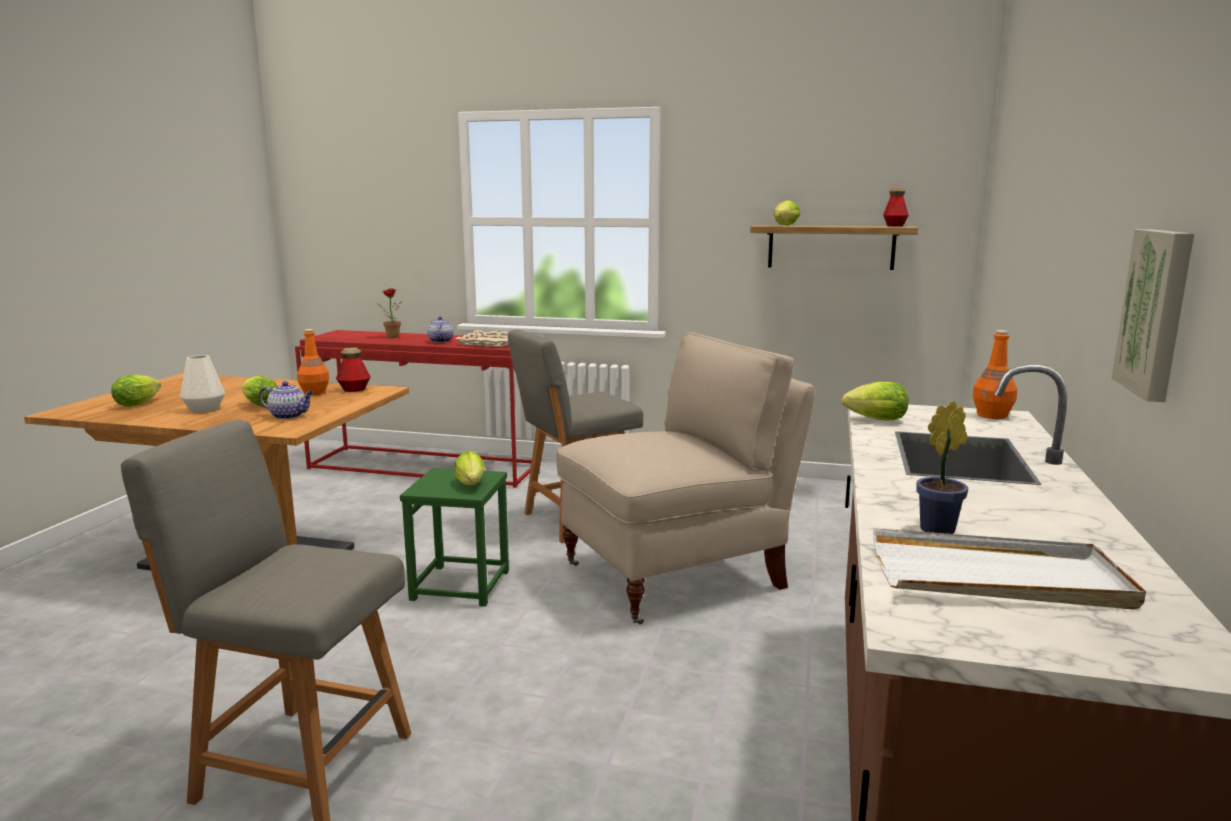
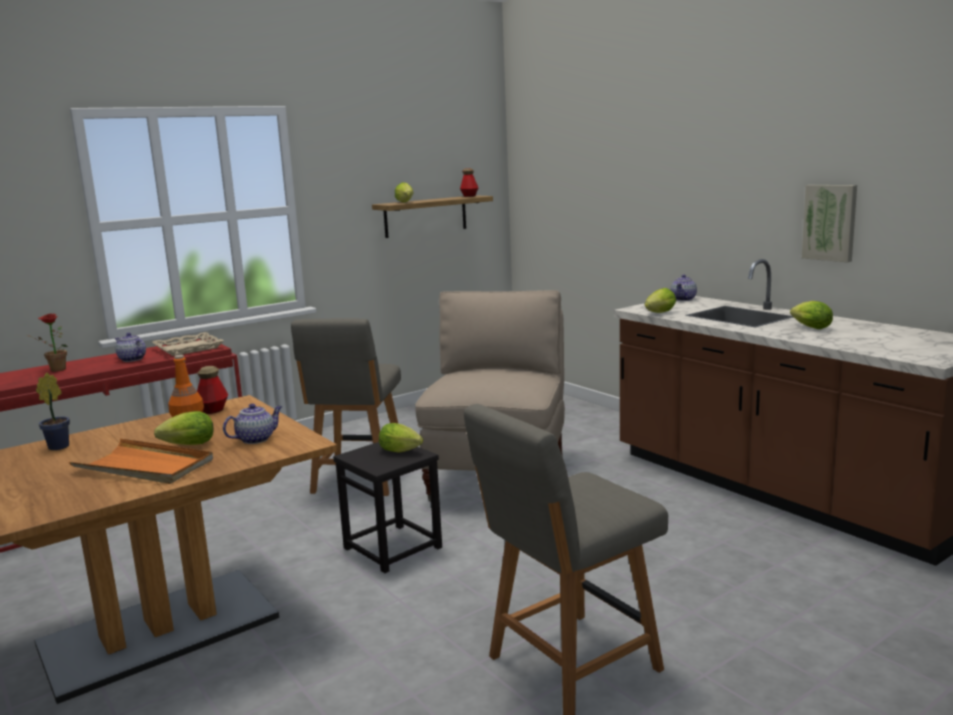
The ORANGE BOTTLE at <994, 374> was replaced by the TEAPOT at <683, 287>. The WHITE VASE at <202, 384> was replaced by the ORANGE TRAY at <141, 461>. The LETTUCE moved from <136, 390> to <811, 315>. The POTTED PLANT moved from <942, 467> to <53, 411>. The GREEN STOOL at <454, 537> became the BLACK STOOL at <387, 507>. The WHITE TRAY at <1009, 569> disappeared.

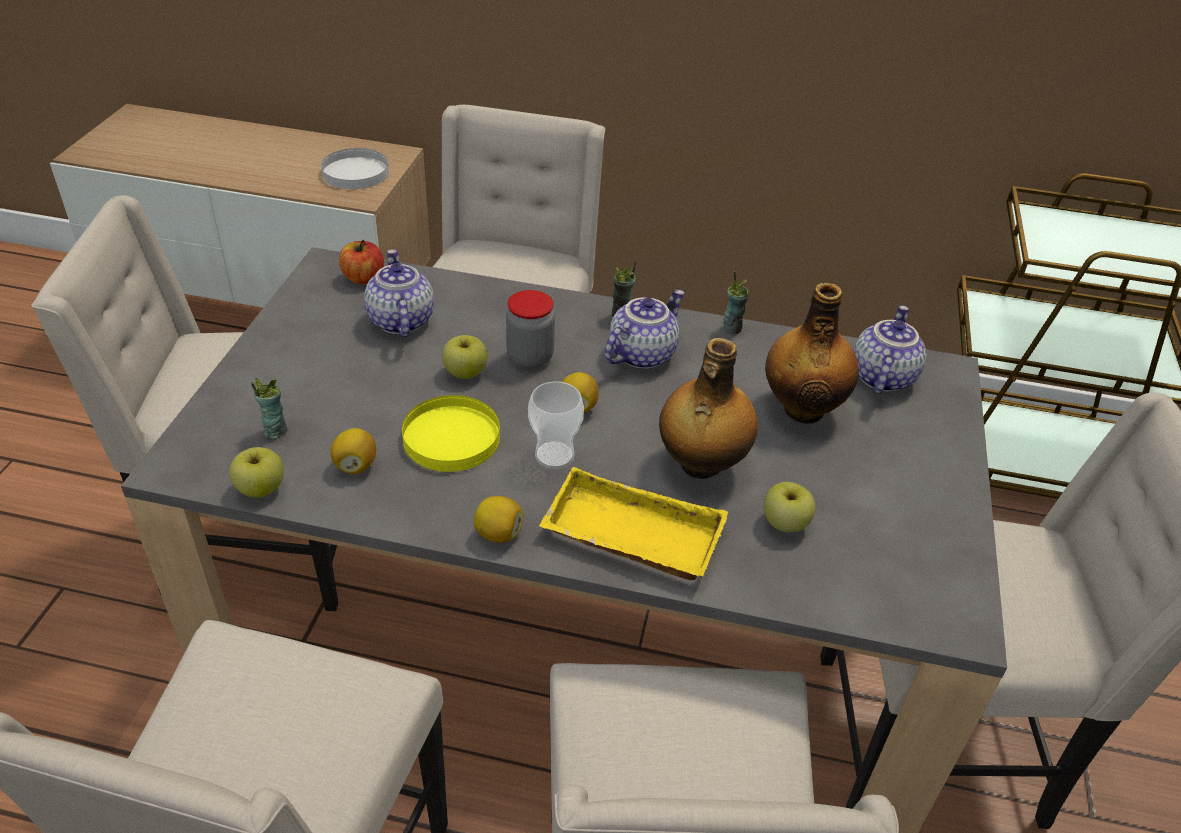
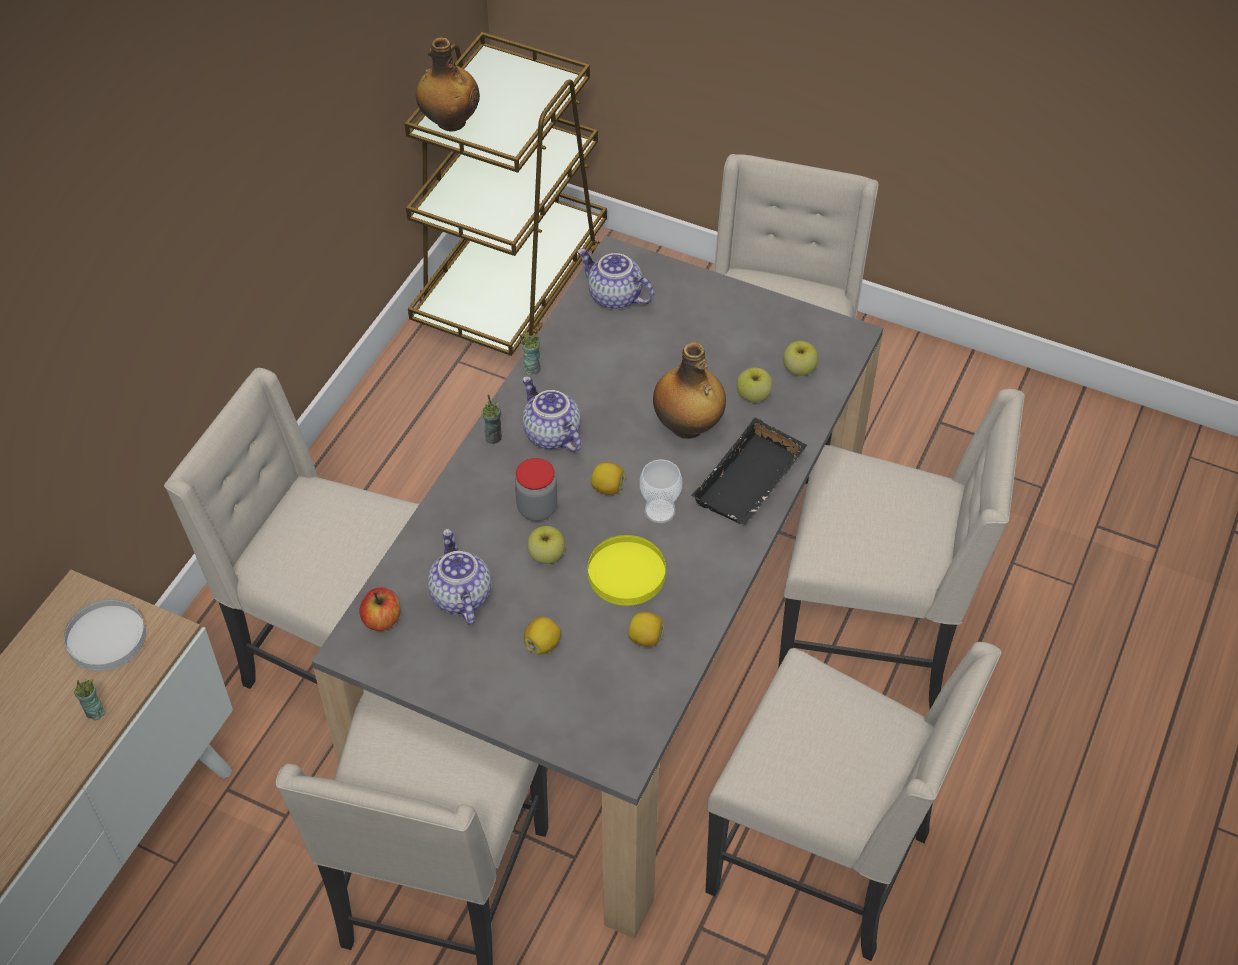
The TEAPOT at <399, 293> turned 75 degrees clockwise. The BOTTLE moved from <812, 353> to <448, 84>. The CUP moved from <269, 408> to <89, 699>. The APPLE moved from <256, 472> to <800, 358>. The YELLOW TRAY at <633, 523> became the BLACK TRAY at <749, 471>. The LEMON moved from <499, 519> to <542, 636>.

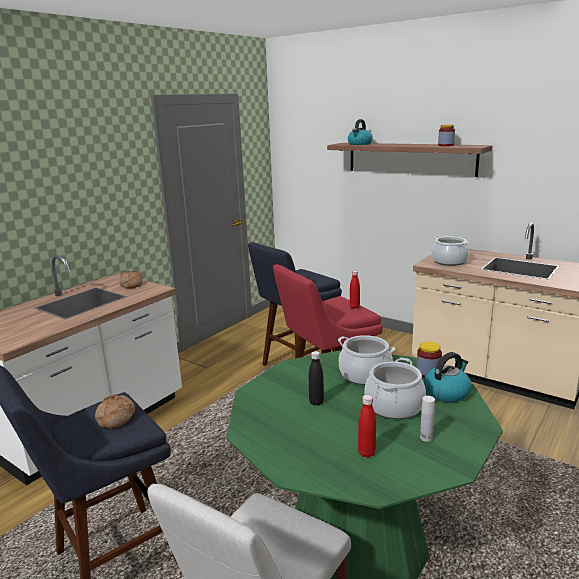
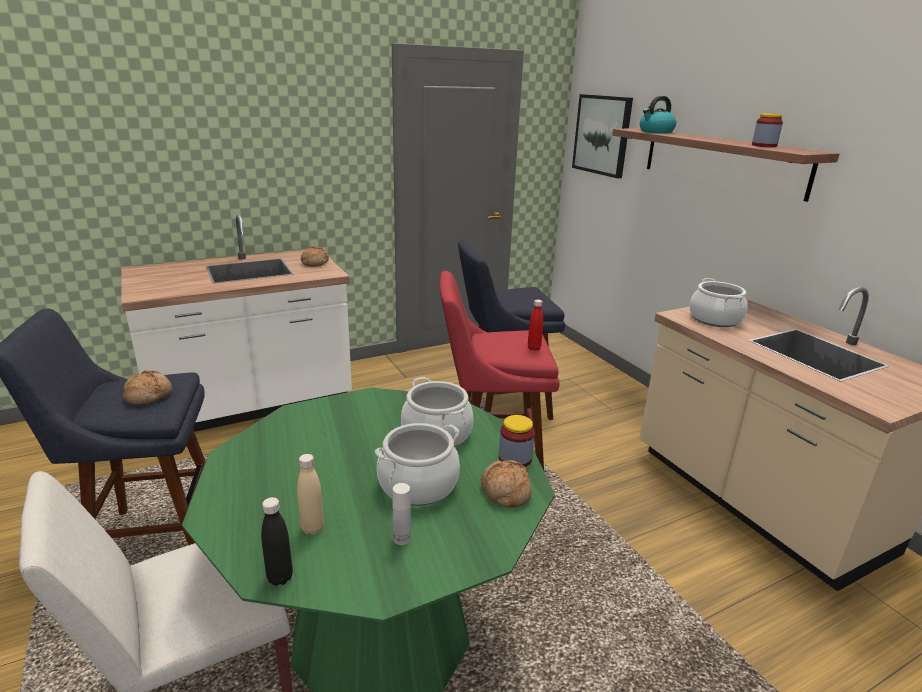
The BLACK BOTTLE moved from <316, 378> to <277, 541>. The KETTLE at <448, 377> was replaced by the BREAD at <506, 484>. The RED BOTTLE at <367, 426> became the BEIGE BOTTLE at <310, 494>. The PICTURE at <602, 136> appeared.

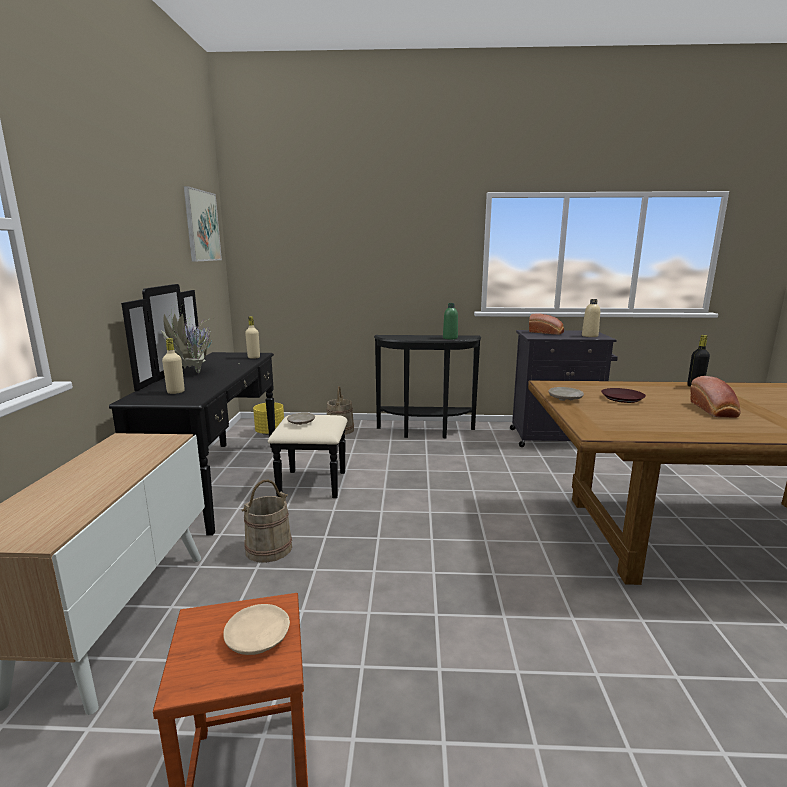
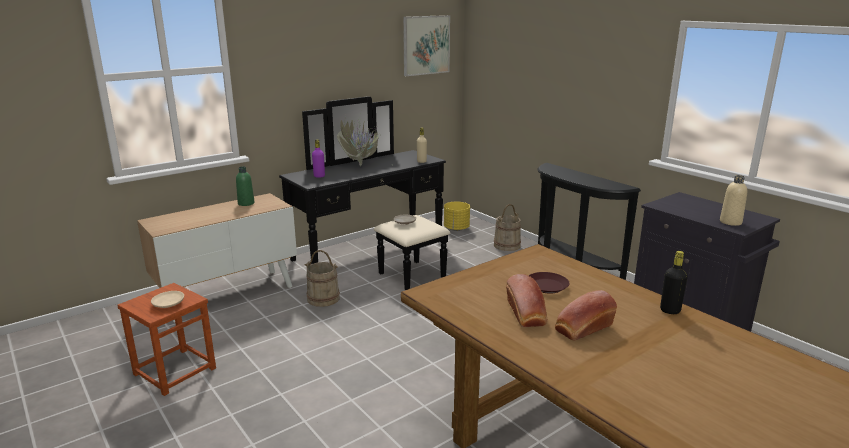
The GREEN BOTTLE moved from <450, 321> to <245, 186>. The BREAD moved from <546, 324> to <526, 300>. The BEIGE BOTTLE at <173, 366> became the PURPLE BOTTLE at <318, 158>. The BEIGE PLATE at <566, 394> disappeared.

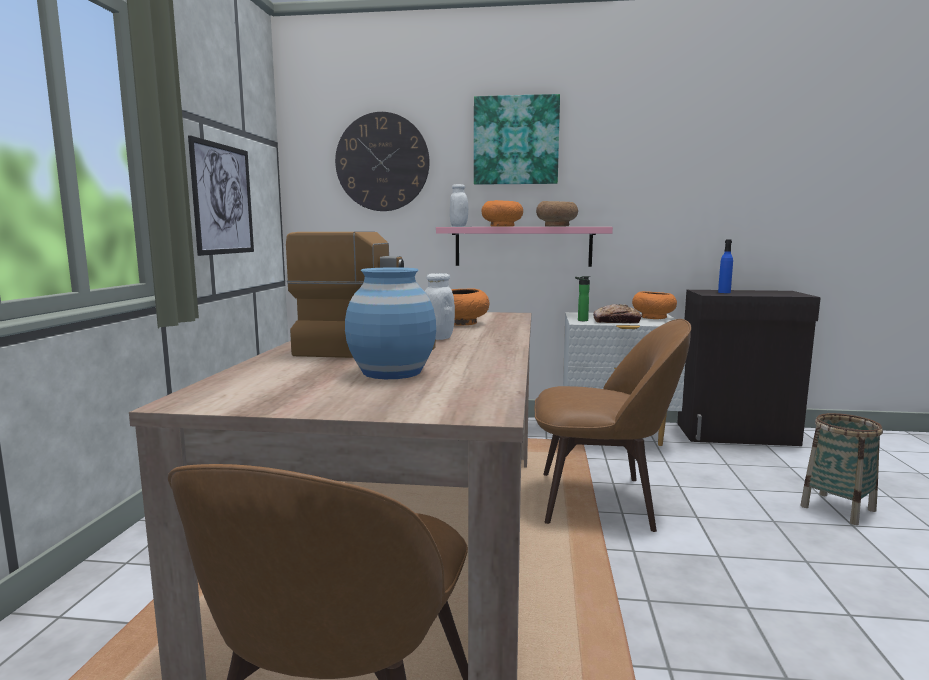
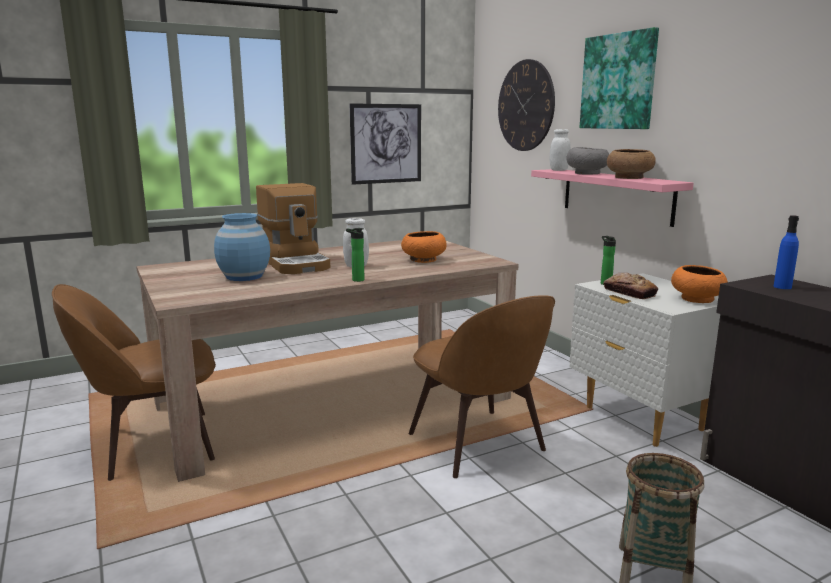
The ORANGE BOWL at <502, 213> became the GREY BOWL at <588, 161>. The BOTTLE at <355, 255> appeared.

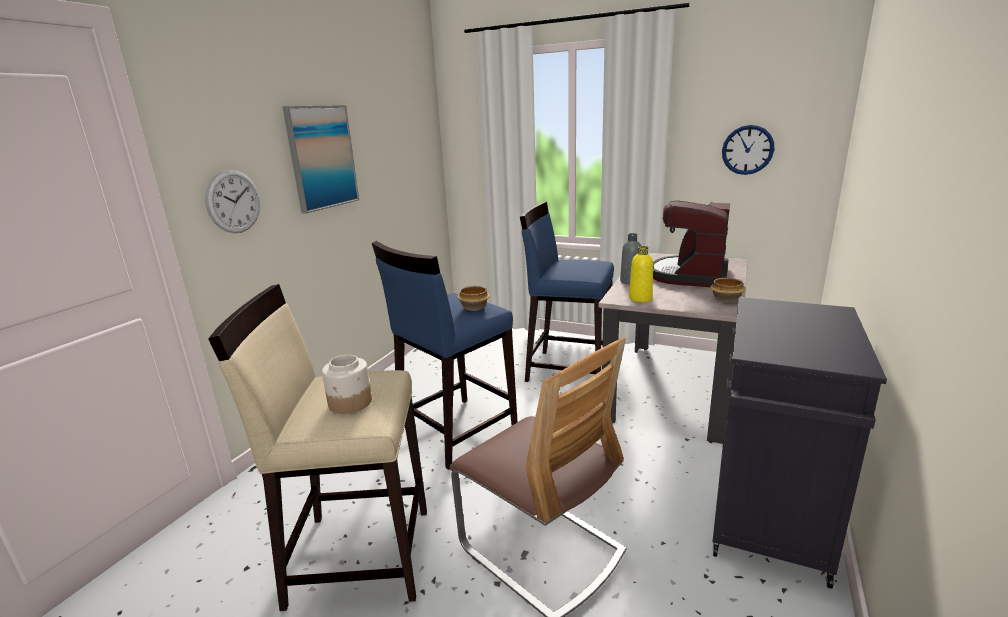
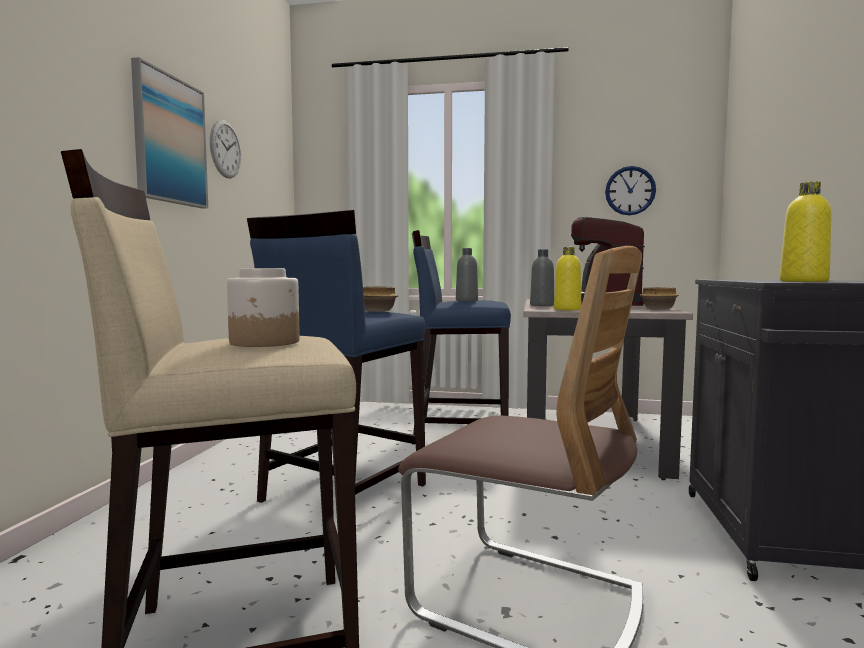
The WALL CLOCK moved from <232, 201> to <225, 149>. The YELLOW BOTTLE at <805, 232> appeared. The GREY BOTTLE at <467, 275> appeared.

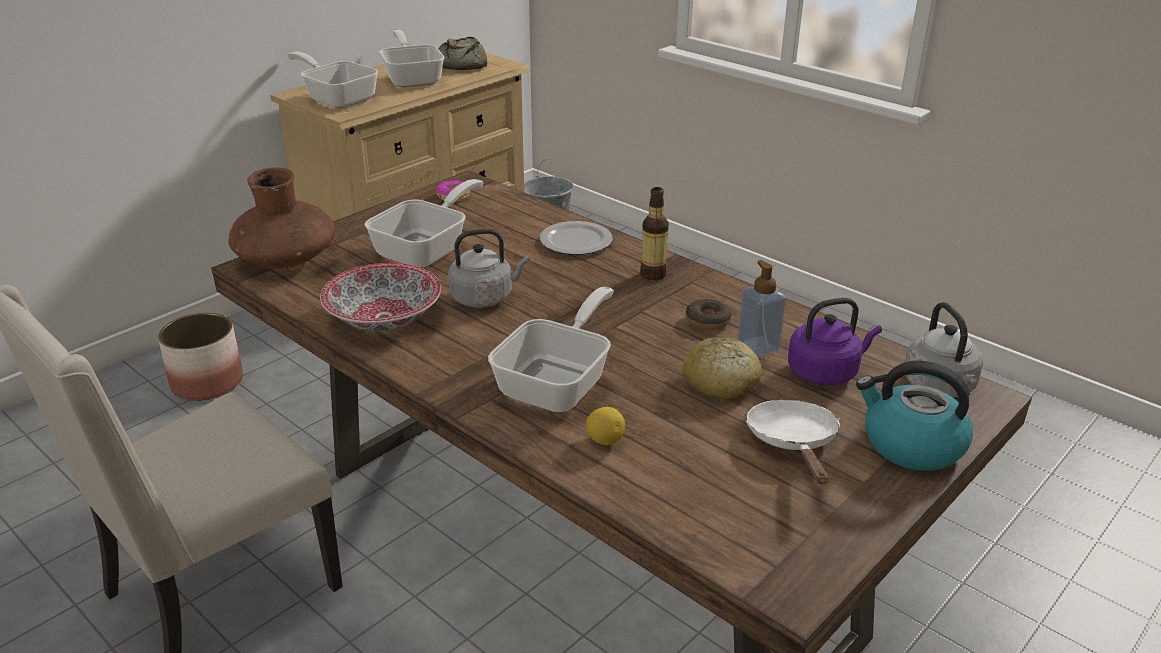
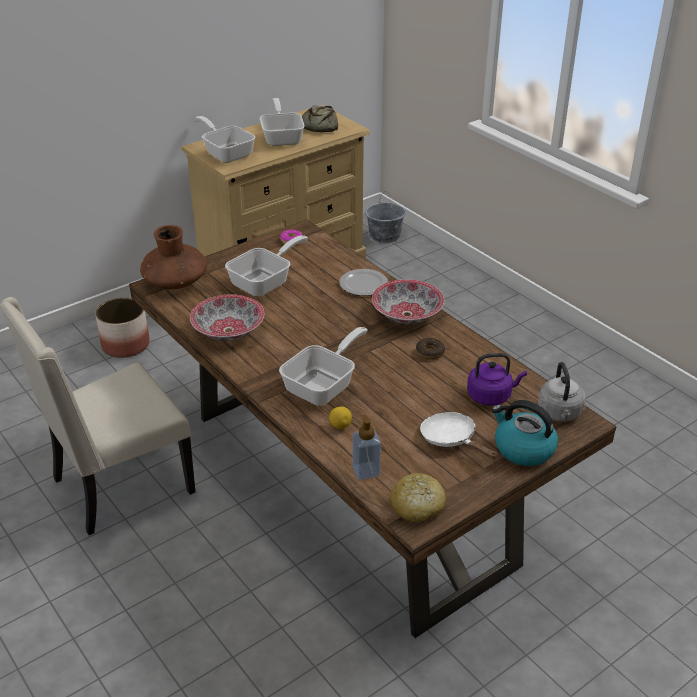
The BOTTLE at <654, 234> was replaced by the BOWL at <408, 301>. The GREY KETTLE at <489, 268> disappeared. The SOAP DISPENSER moved from <761, 308> to <366, 447>. The BREAD moved from <723, 368> to <418, 498>. The WHITE FRYING PAN at <793, 442> turned 45 degrees counterclockwise.

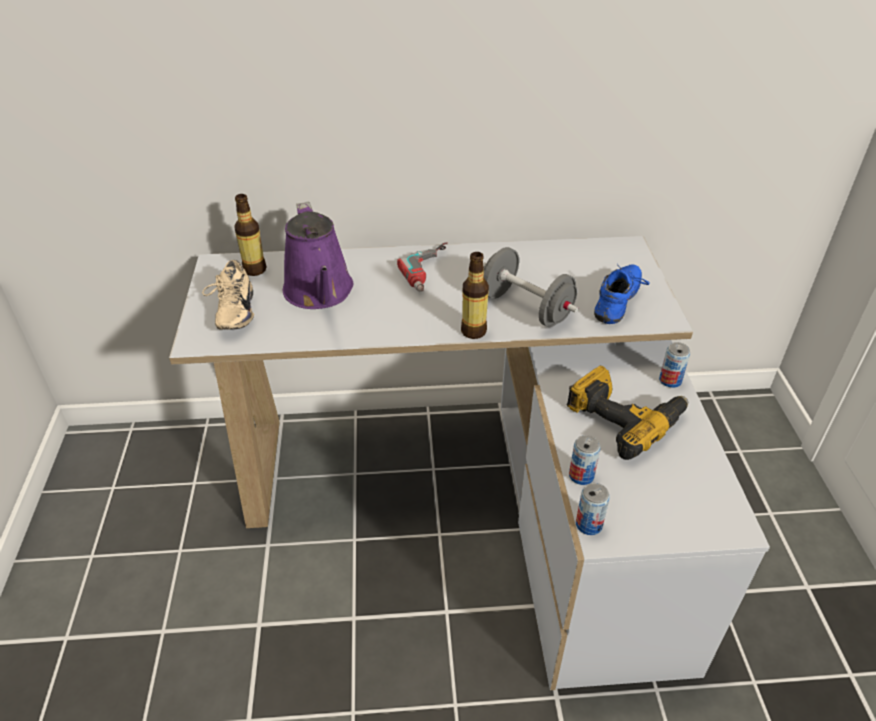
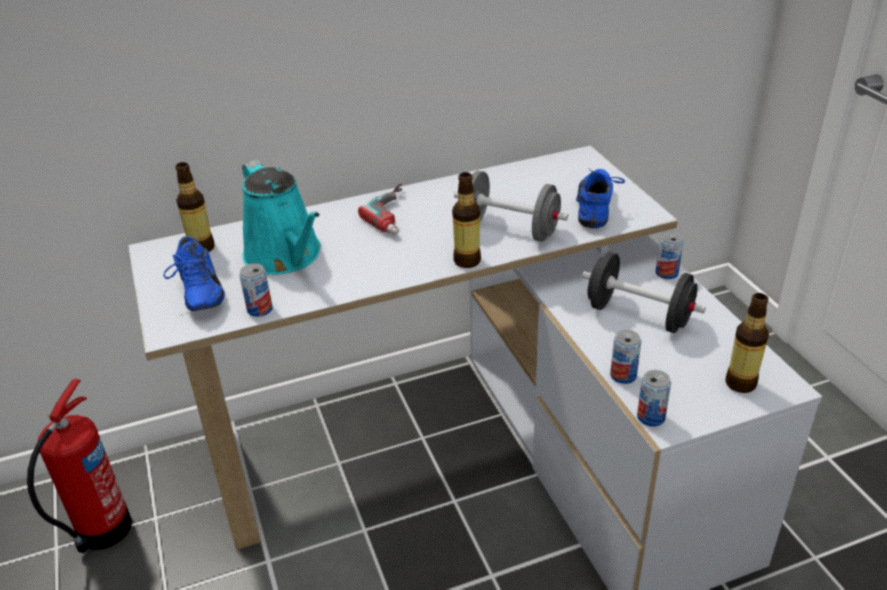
The PURPLE WATERING CAN at <318, 255> became the TURQUOISE WATERING CAN at <281, 217>. The BEIGE SHOE at <228, 295> became the BLUE SHOE at <194, 273>. The POWER DRILL at <627, 413> was replaced by the BLACK DUMBBELL at <644, 292>. The CAN at <256, 290> appeared. The BOTTLE at <747, 343> appeared. The FIRE EXTINGUISHER at <79, 465> appeared.

